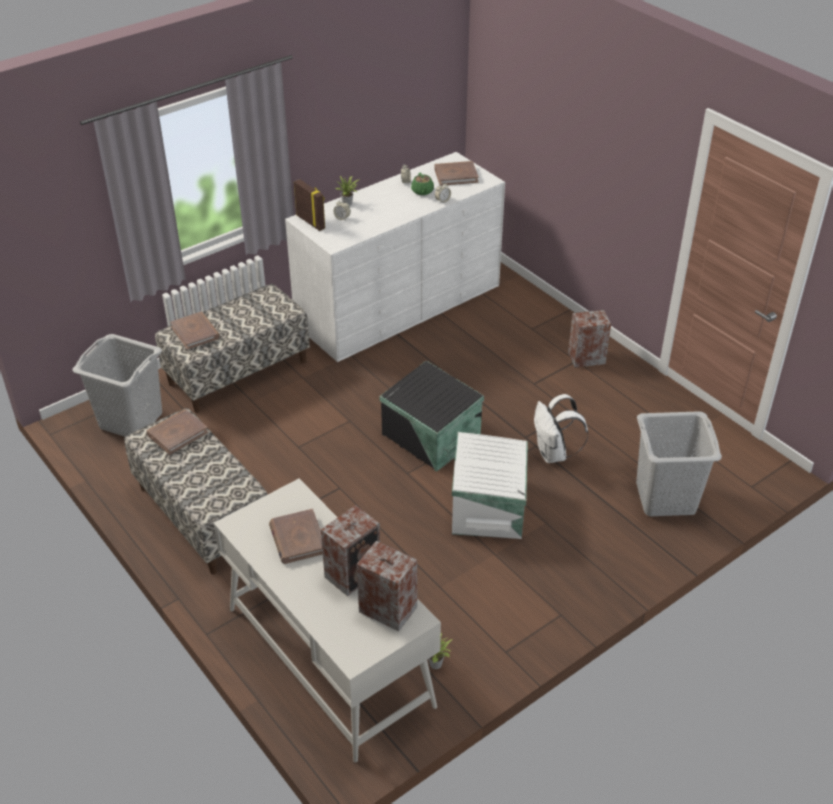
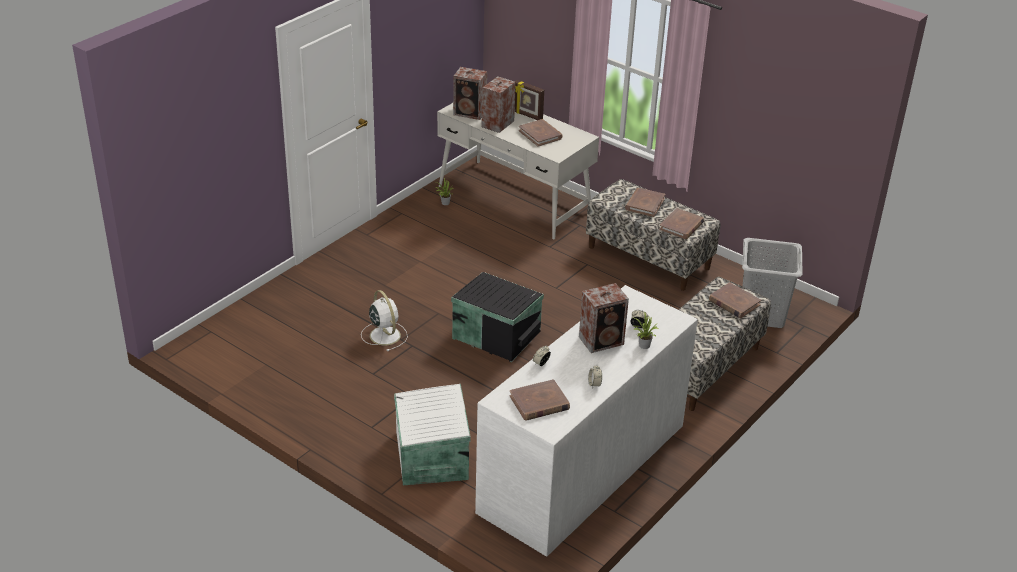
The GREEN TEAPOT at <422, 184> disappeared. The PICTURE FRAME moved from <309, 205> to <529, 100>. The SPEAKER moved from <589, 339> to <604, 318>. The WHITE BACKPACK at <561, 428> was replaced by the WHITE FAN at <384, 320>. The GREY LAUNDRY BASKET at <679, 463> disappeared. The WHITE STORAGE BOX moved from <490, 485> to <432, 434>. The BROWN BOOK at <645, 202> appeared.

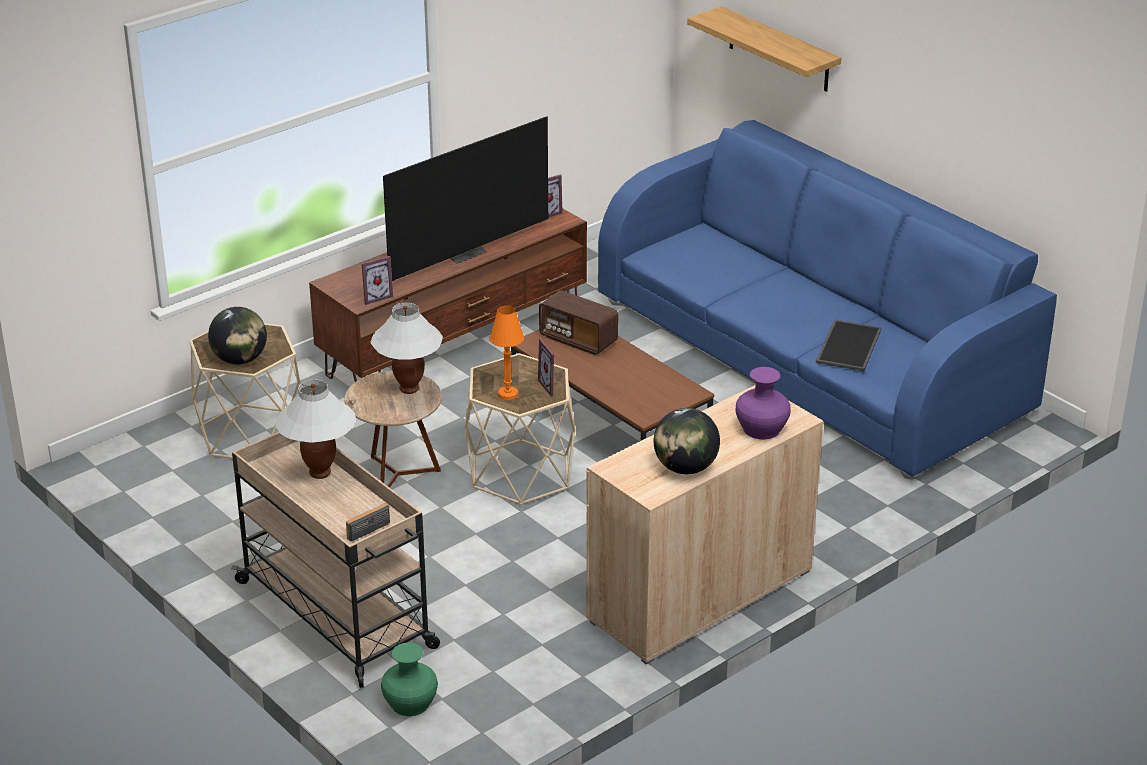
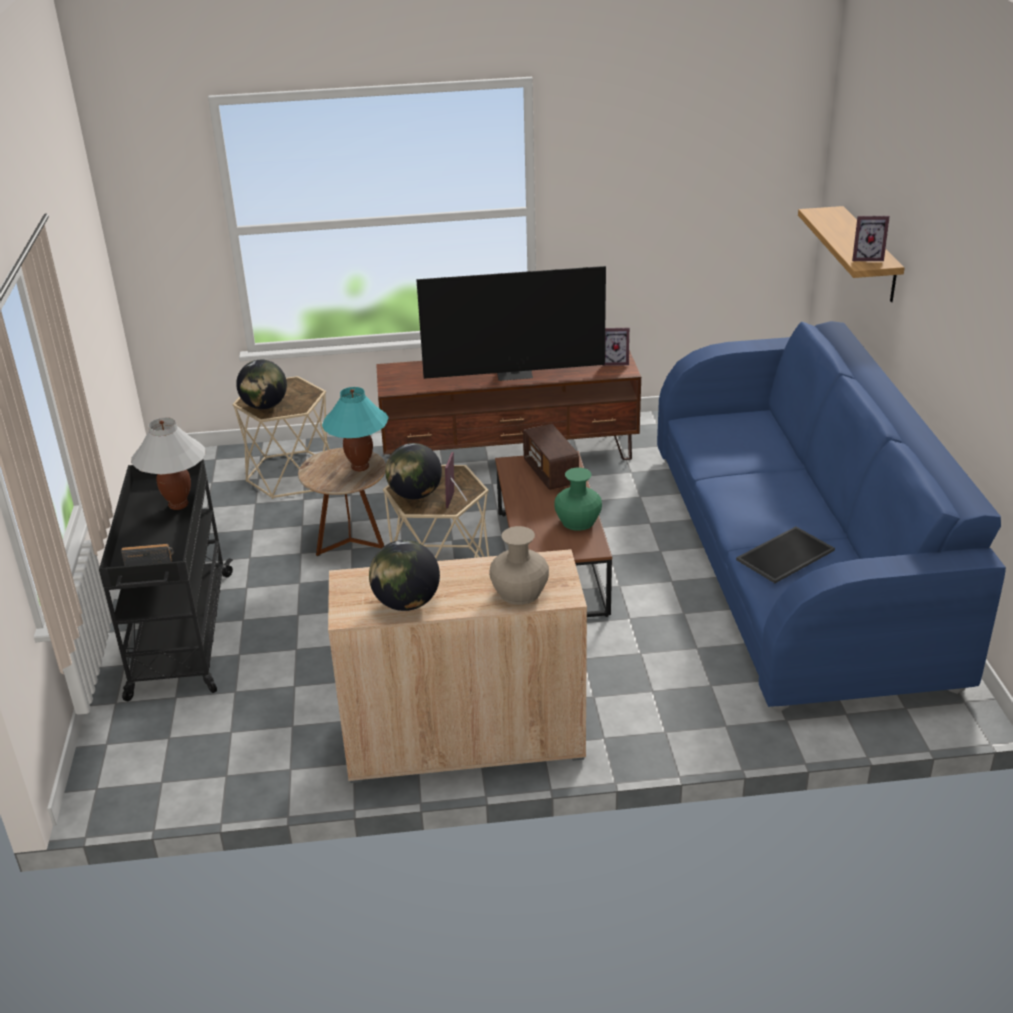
The PICTURE FRAME moved from <377, 280> to <871, 238>. The WHITE TABLE LAMP at <406, 348> became the TURQUOISE TABLE LAMP at <355, 429>. The ORANGE TABLE LAMP at <506, 353> was replaced by the GLOBE at <413, 471>. The PURPLE VASE at <763, 403> became the BEIGE VASE at <519, 565>. The BEIGE CART at <335, 560> became the BLACK CART at <166, 580>. The GREEN VASE moved from <409, 679> to <578, 499>.

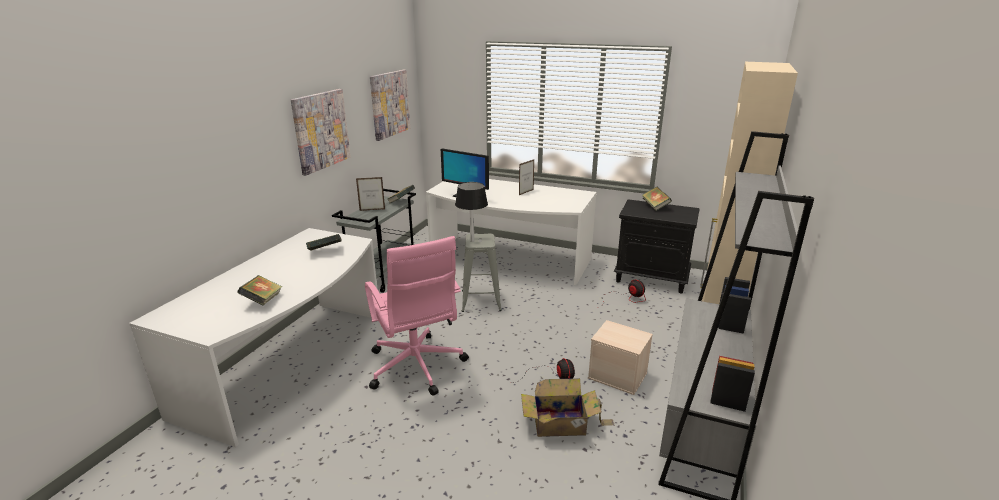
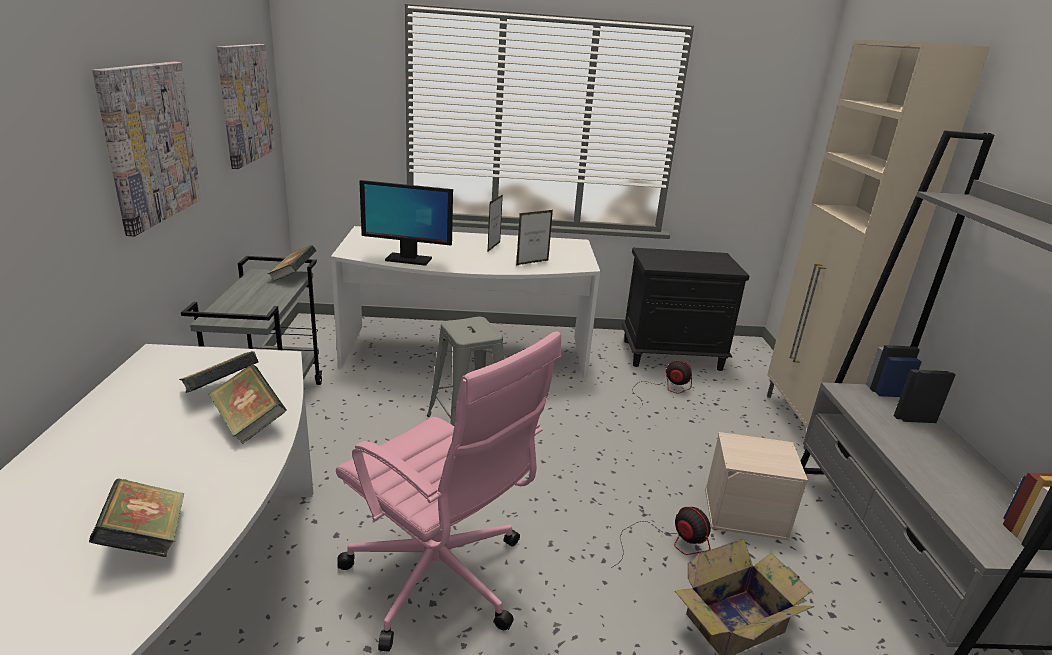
The PICTURE FRAME moved from <370, 194> to <534, 237>. The BLACK TABLE LAMP at <471, 212> disappeared. The BOOK moved from <657, 199> to <247, 404>.

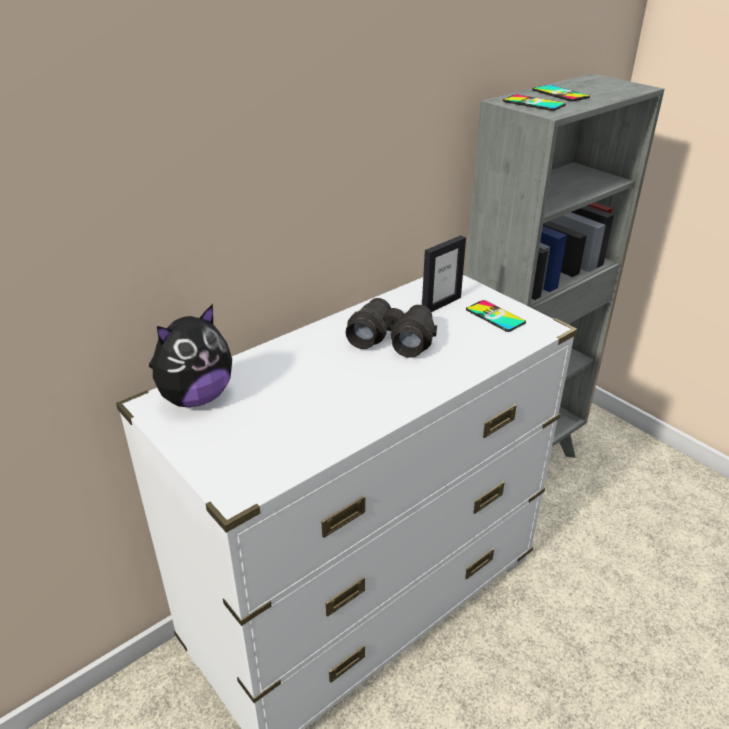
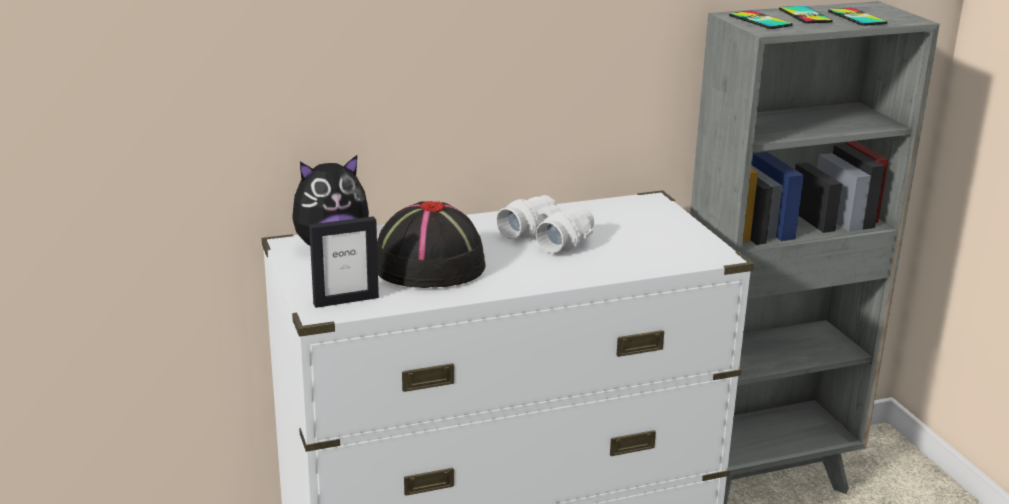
The PICTURE FRAME moved from <444, 273> to <344, 262>. The BLACK BINOCULARS at <391, 328> became the WHITE BINOCULARS at <545, 224>. The PHONE moved from <496, 316> to <858, 17>. The BLACK HAT at <431, 244> appeared.

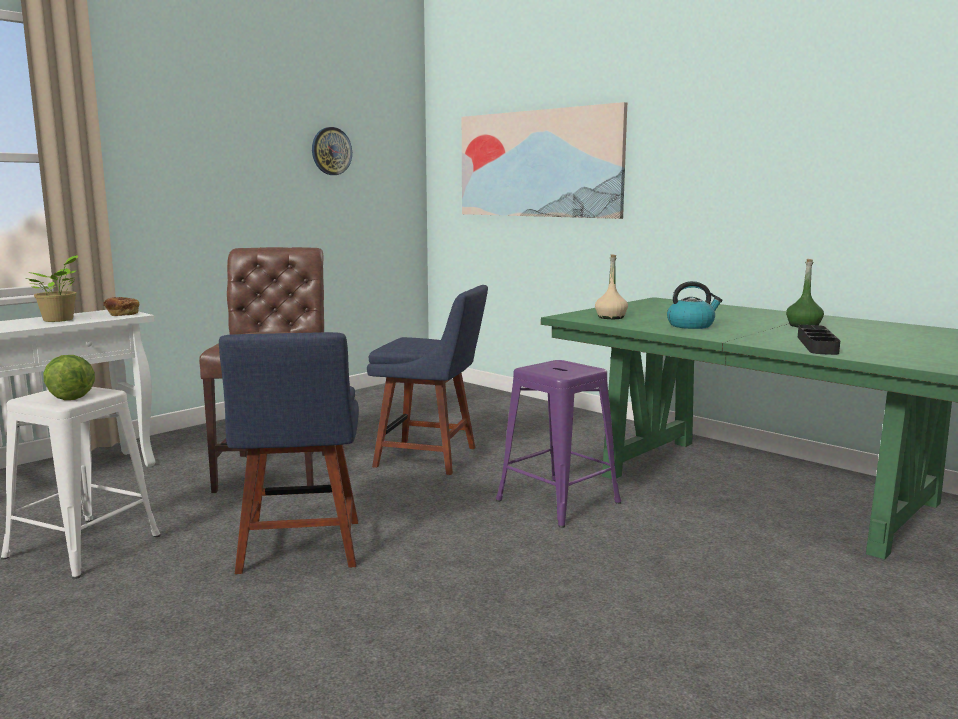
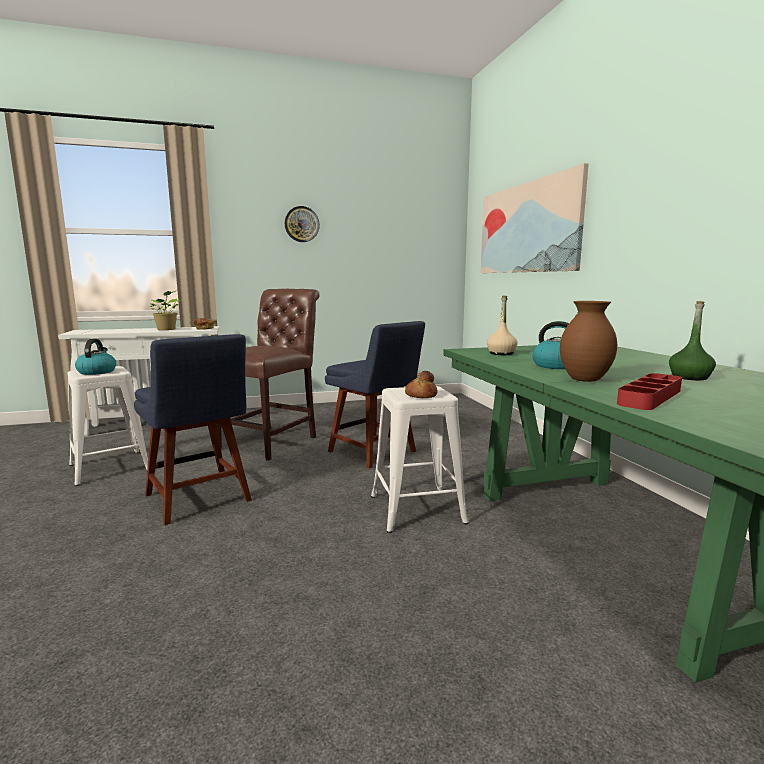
The WALL CLOCK moved from <332, 151> to <302, 224>. The BLACK TRAY at <819, 340> became the RED TRAY at <649, 391>. The BLUE CHAIR at <289, 453> turned 60 degrees counterclockwise. The LETTUCE at <69, 377> was replaced by the KETTLE at <95, 357>. The PURPLE STOOL at <558, 444> became the WHITE STOOL at <420, 459>. The BROWN VASE at <588, 341> appeared. The BREAD at <421, 384> appeared.

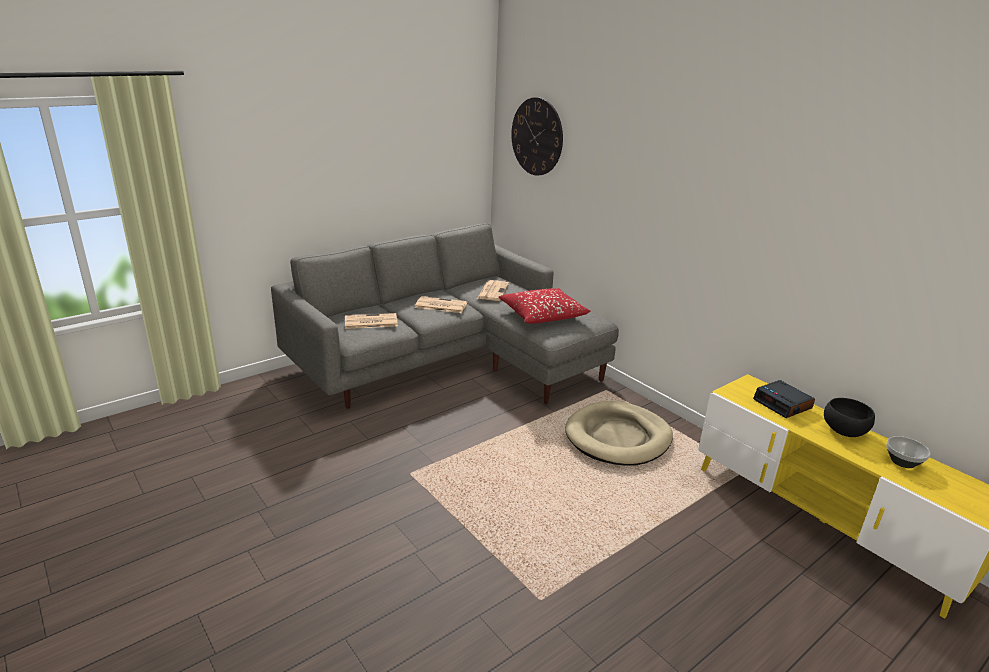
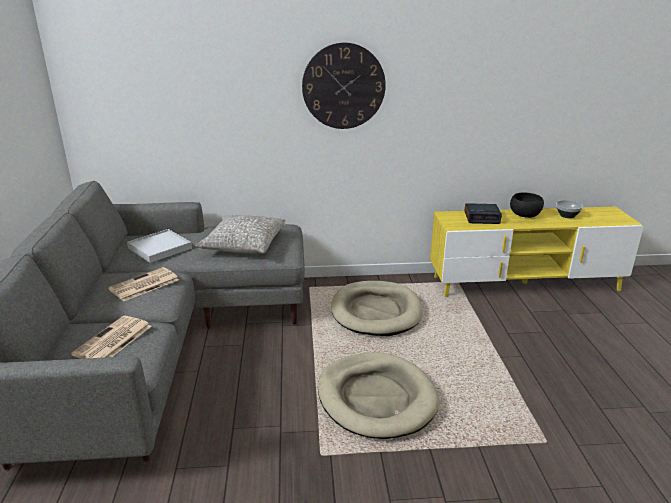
The WALL CLOCK moved from <537, 136> to <344, 86>. The NEWSPAPER at <493, 290> was replaced by the WHITE TRAY at <159, 246>. The RED PILLOW at <545, 306> became the GREY PILLOW at <240, 234>. The BEIGE DOG BED at <378, 395> appeared.

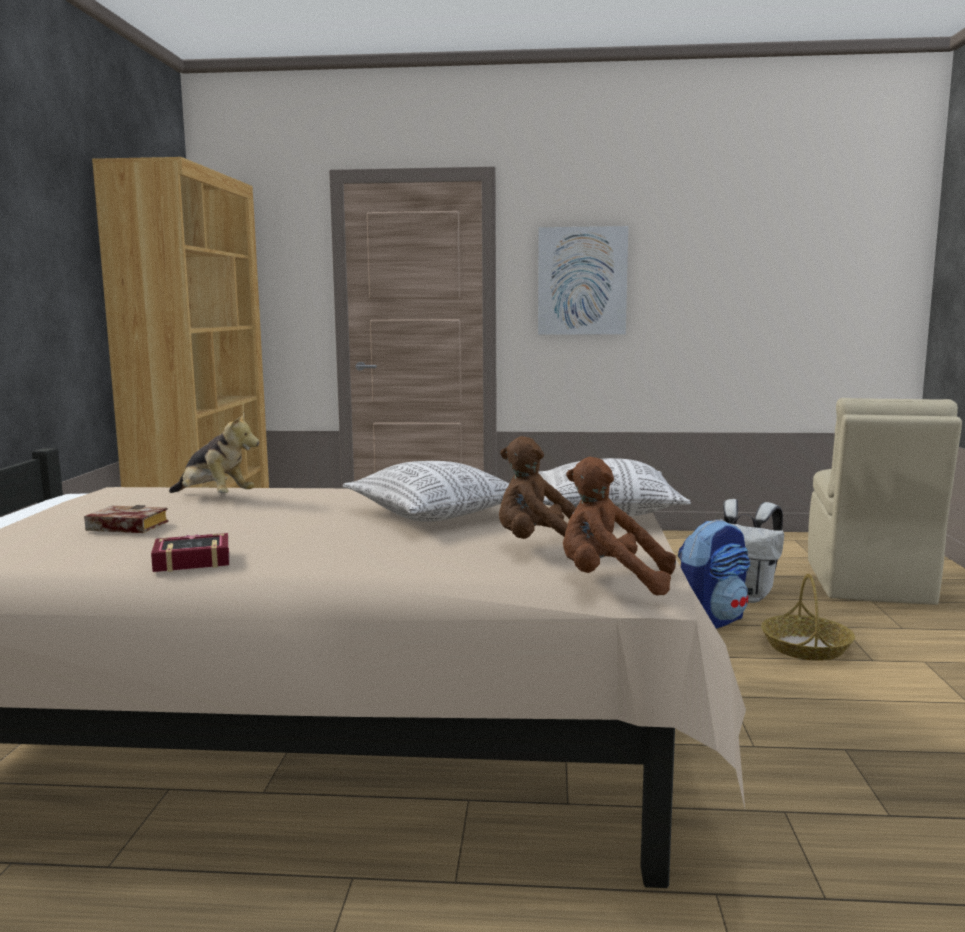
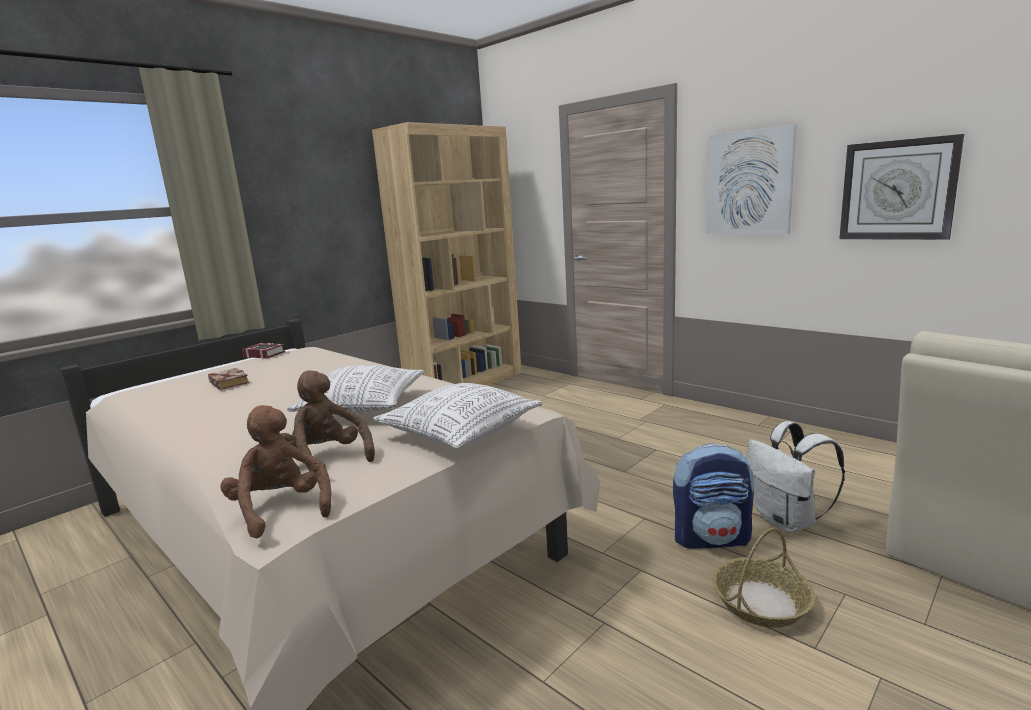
The PLUSH TOY at <214, 453> disappeared. The BOOK moved from <190, 552> to <263, 351>. The WALL CLOCK at <901, 187> appeared.

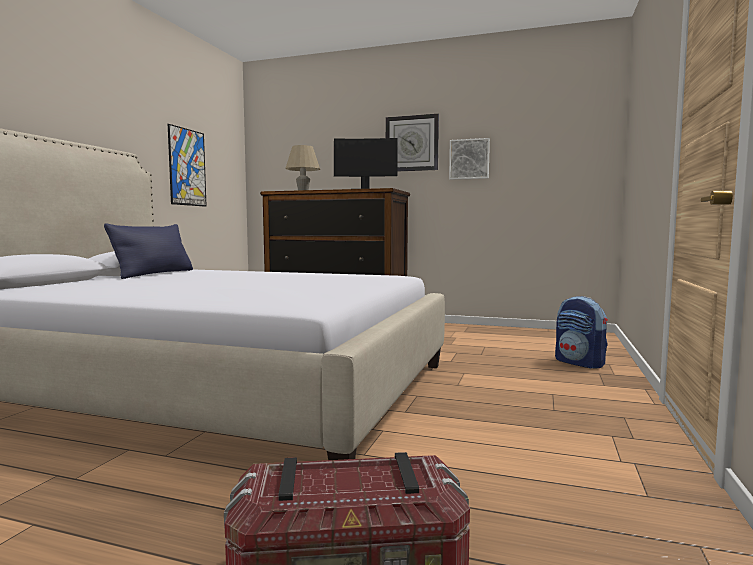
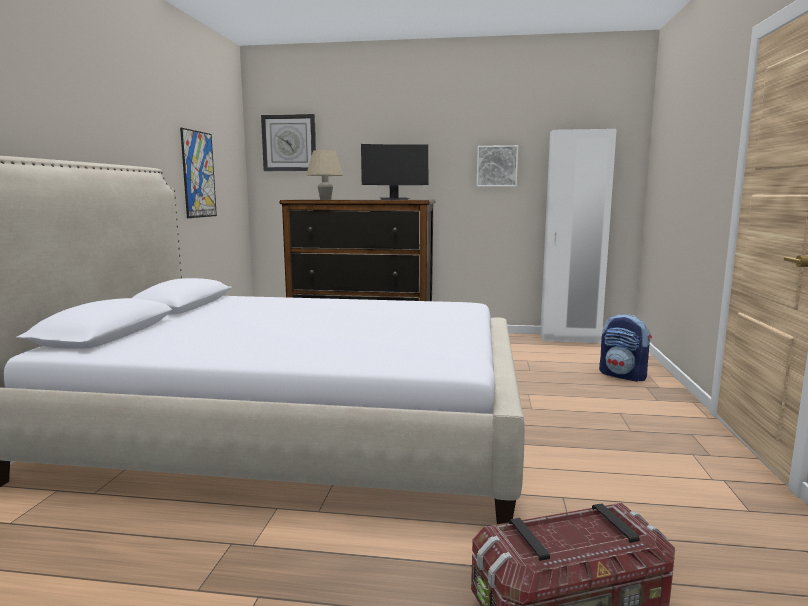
The WALL CLOCK moved from <412, 143> to <288, 142>. The BLUE PILLOW at <148, 251> disappeared. The WHITE WARDROBE at <578, 236> appeared.

